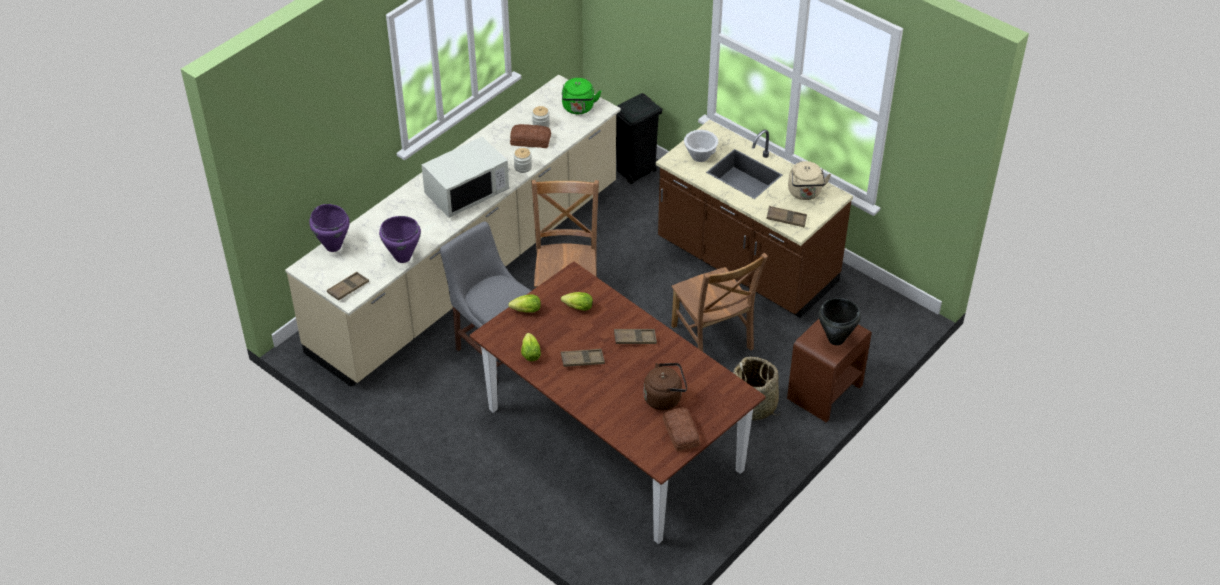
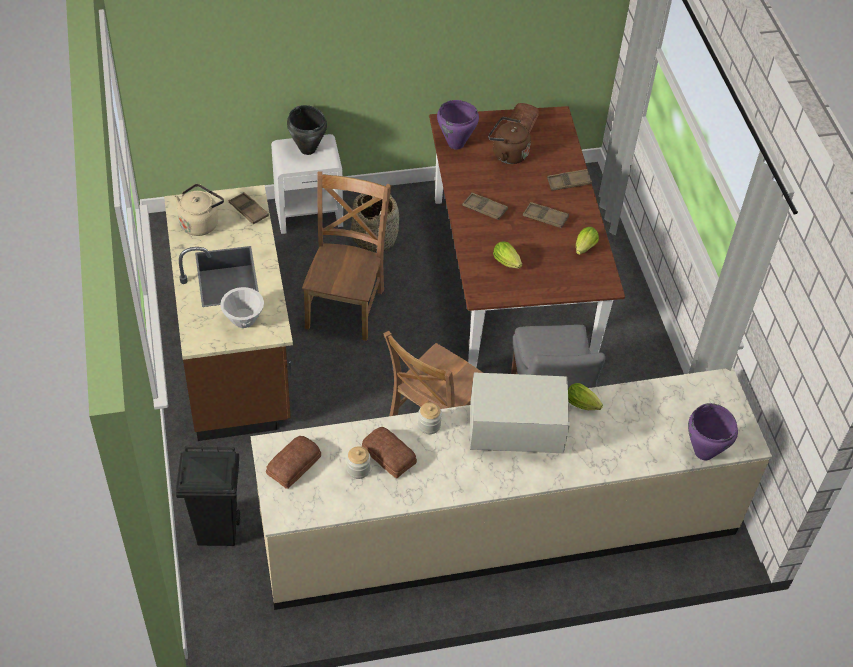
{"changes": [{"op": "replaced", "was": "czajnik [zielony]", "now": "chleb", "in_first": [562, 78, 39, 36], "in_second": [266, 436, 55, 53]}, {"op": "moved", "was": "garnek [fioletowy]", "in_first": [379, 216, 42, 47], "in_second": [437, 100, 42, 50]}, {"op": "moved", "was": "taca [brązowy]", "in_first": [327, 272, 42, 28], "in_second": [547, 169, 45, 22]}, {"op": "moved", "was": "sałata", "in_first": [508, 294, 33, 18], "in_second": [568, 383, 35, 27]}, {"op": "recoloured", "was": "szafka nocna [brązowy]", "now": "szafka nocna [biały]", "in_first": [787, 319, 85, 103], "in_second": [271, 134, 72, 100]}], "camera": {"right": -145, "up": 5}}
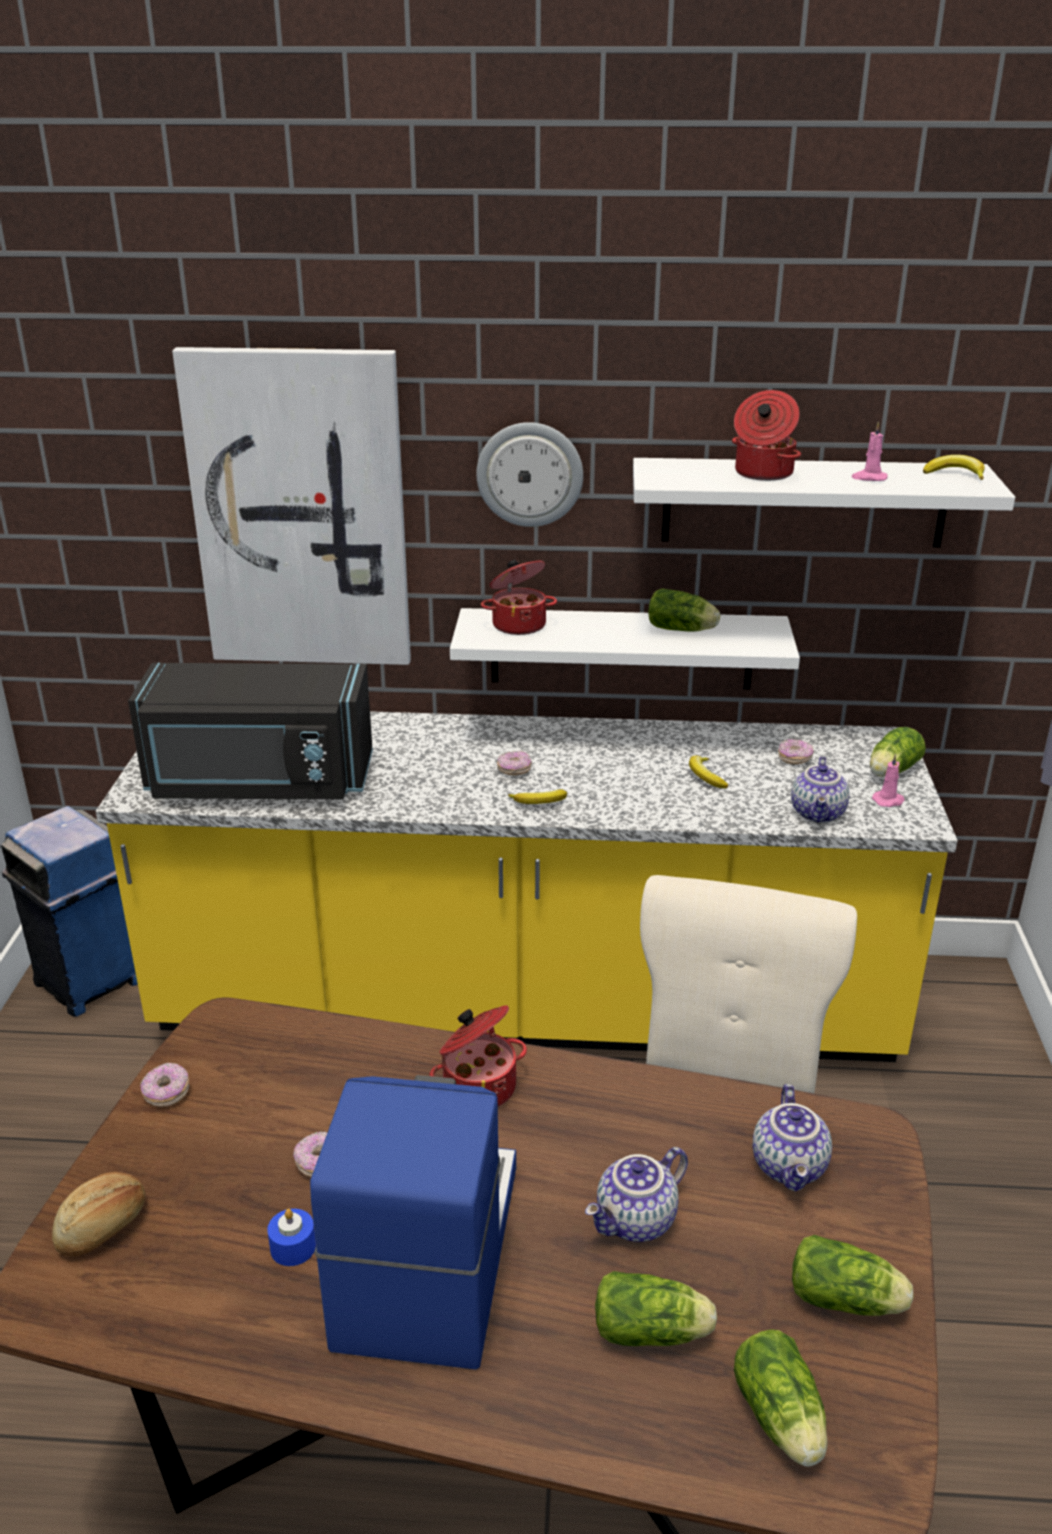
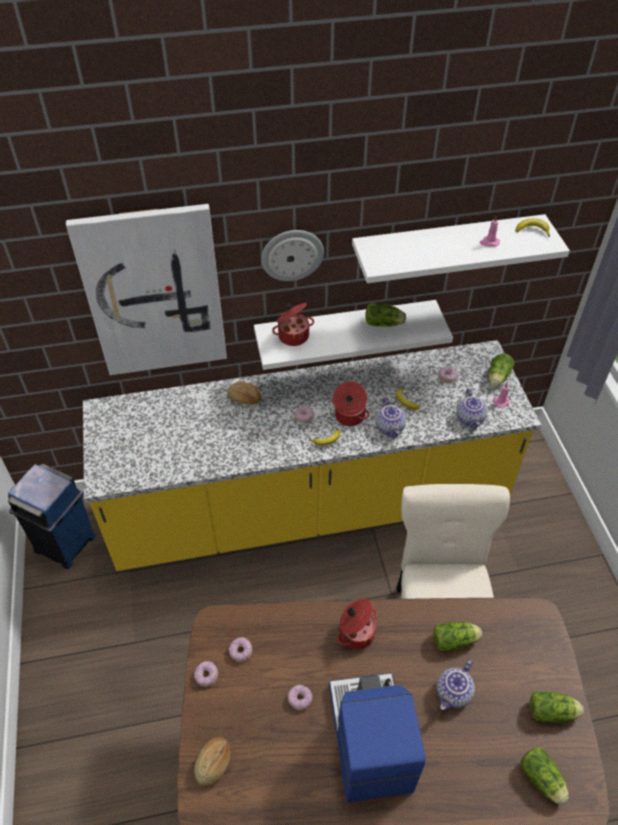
{"changes": [{"op": "moved", "was": "garnek", "in_first": [732, 390, 69, 91], "in_second": [331, 381, 39, 45]}, {"op": "removed", "was": "mikrofalówka [czarny]", "in_first": [128, 663, 245, 136]}, {"op": "moved", "was": "imbryk", "in_first": [753, 1084, 79, 107], "in_second": [376, 397, 30, 41]}, {"op": "removed", "was": "świeca [niebieski]", "in_first": [267, 1209, 49, 57]}, {"op": "moved", "was": "sałata", "in_first": [595, 1271, 122, 75], "in_second": [433, 622, 49, 29]}, {"op": "added", "now": "chleb", "in_second": [227, 382, 34, 23]}, {"op": "added", "now": "donut", "in_second": [229, 637, 23, 25]}], "camera": {"right": -15, "up": 20}}
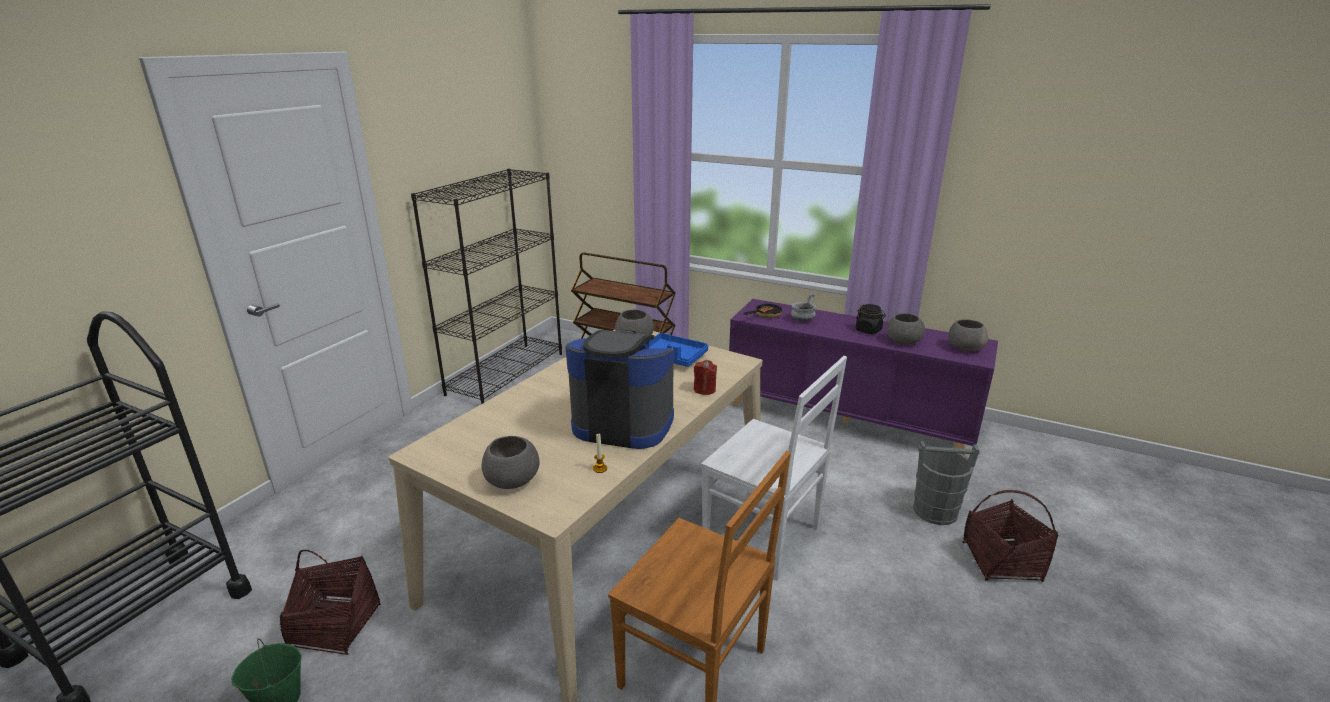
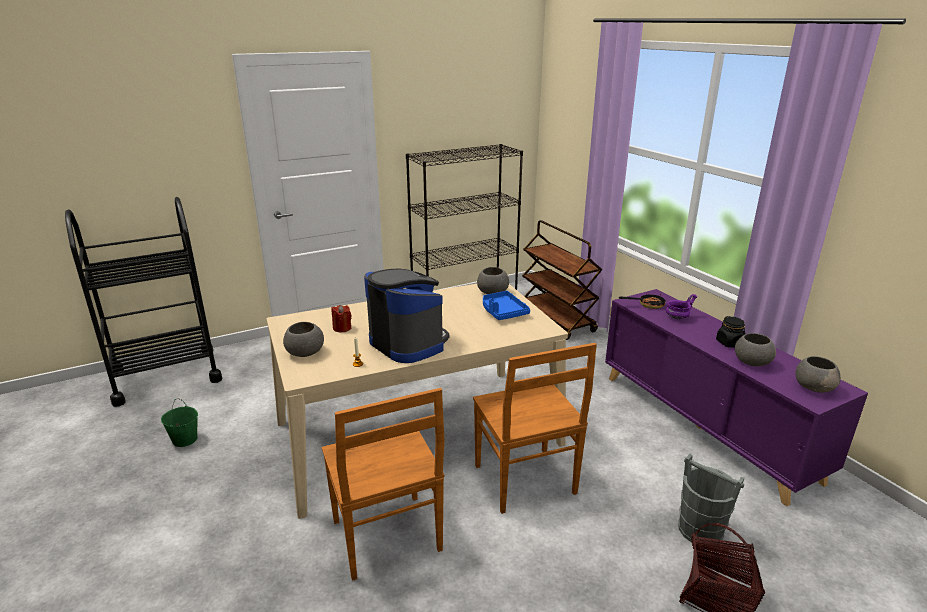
{"changes": [{"op": "recoloured", "was": "miska [szary]", "now": "miska [fioletowy]", "in_first": [791, 293, 25, 29], "in_second": [666, 294, 31, 25]}, {"op": "recoloured", "was": "krzesło [biały]", "now": "krzesło [brązowy]", "in_first": [701, 356, 146, 225], "in_second": [473, 343, 124, 171]}, {"op": "moved", "was": "świeca [czerwony]", "in_first": [694, 360, 23, 35], "in_second": [331, 305, 20, 27]}, {"op": "removed", "was": "koszyk", "in_first": [280, 550, 101, 105]}], "camera": {"right": 35, "up": 0}}
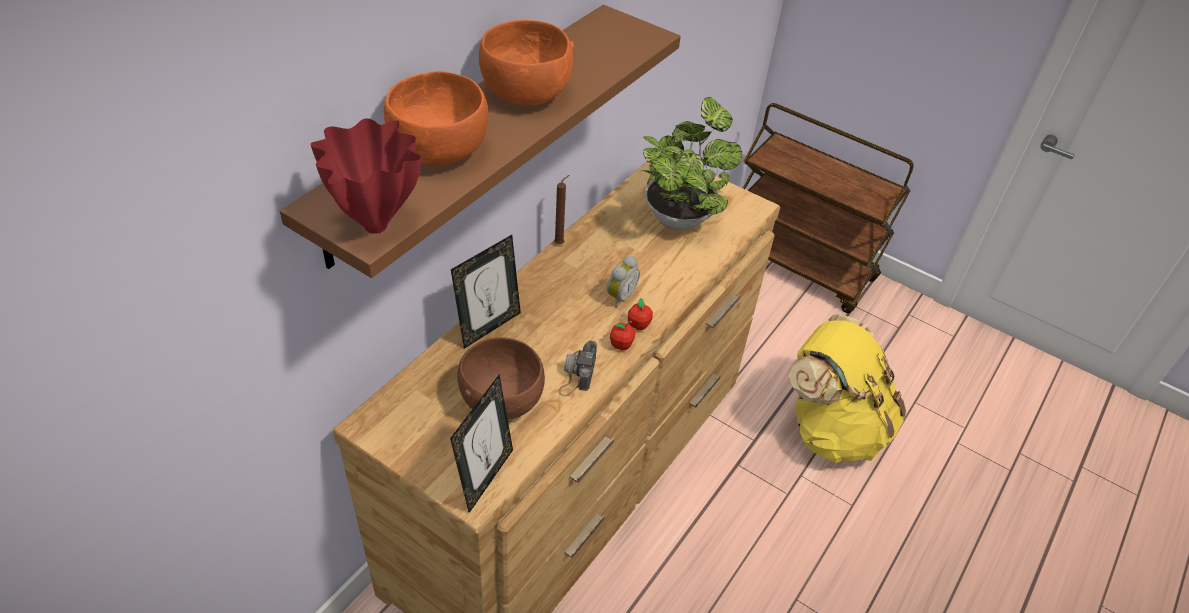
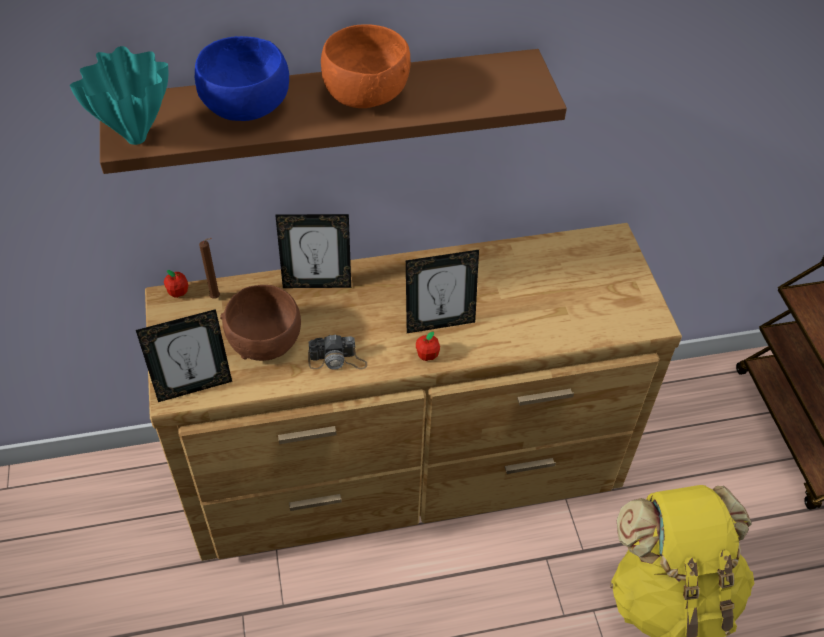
{"changes": [{"op": "recoloured", "was": "miska [pomarańczowy]", "now": "miska [niebieski]", "in_first": [384, 71, 104, 95], "in_second": [195, 36, 94, 85]}, {"op": "removed", "was": "roślina doniczkowa", "in_first": [641, 97, 101, 134]}, {"op": "recoloured", "was": "wazon [czerwony]", "now": "wazon [turkusowy]", "in_first": [310, 118, 111, 116], "in_second": [70, 46, 98, 99]}, {"op": "moved", "was": "świeca [brązowy]", "in_first": [554, 175, 15, 69], "in_second": [199, 238, 21, 60]}, {"op": "replaced", "was": "budzik", "now": "ramka na zdjęcie", "in_first": [607, 256, 33, 52], "in_second": [406, 250, 73, 83]}, {"op": "moved", "was": "jabłko", "in_first": [610, 321, 25, 29], "in_second": [164, 270, 24, 28]}, {"op": "turned", "was": "aparat fotograficzny", "in_first": [558, 340, 39, 56], "in_second": [308, 334, 59, 36], "clockwise": -150}], "camera": {"right": 45, "up": 5}}
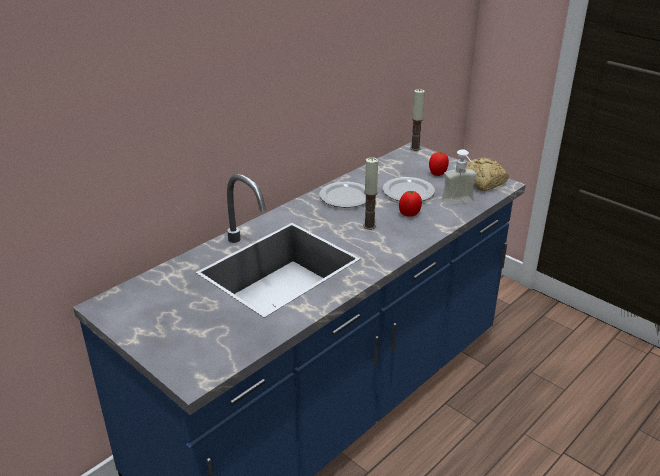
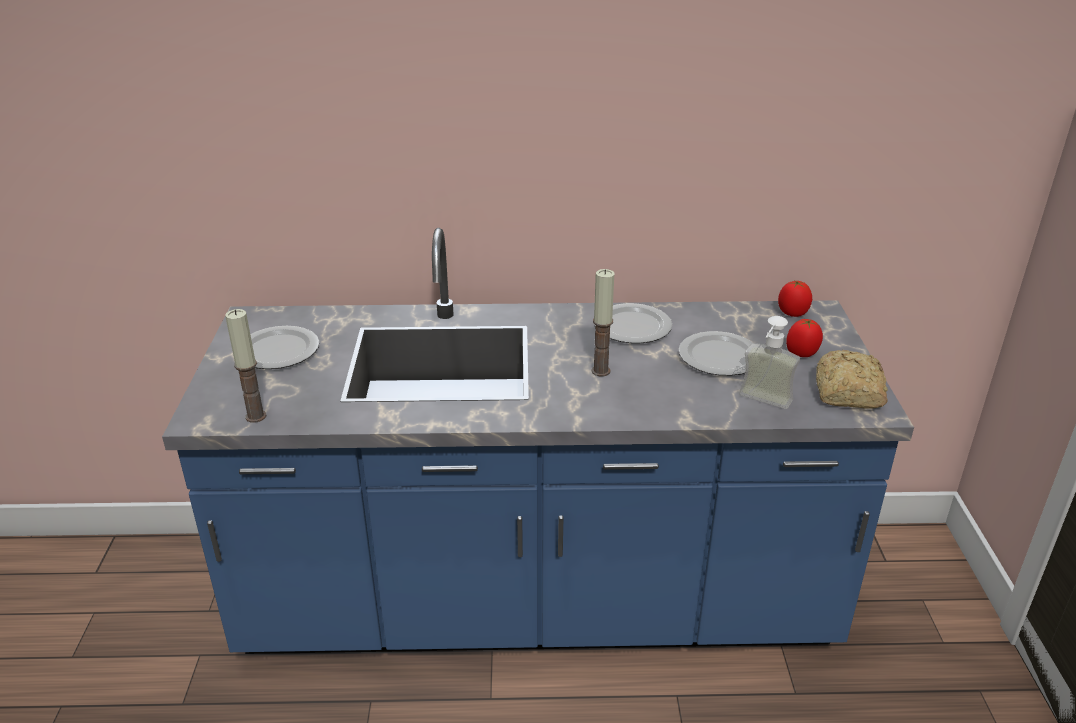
{"changes": [{"op": "moved", "was": "świeca", "in_first": [410, 89, 15, 62], "in_second": [225, 309, 42, 114]}, {"op": "moved", "was": "pomidor", "in_first": [399, 191, 23, 26], "in_second": [778, 281, 34, 36]}, {"op": "added", "now": "talerz", "in_second": [250, 326, 69, 43]}], "camera": {"right": 45, "up": 0}}
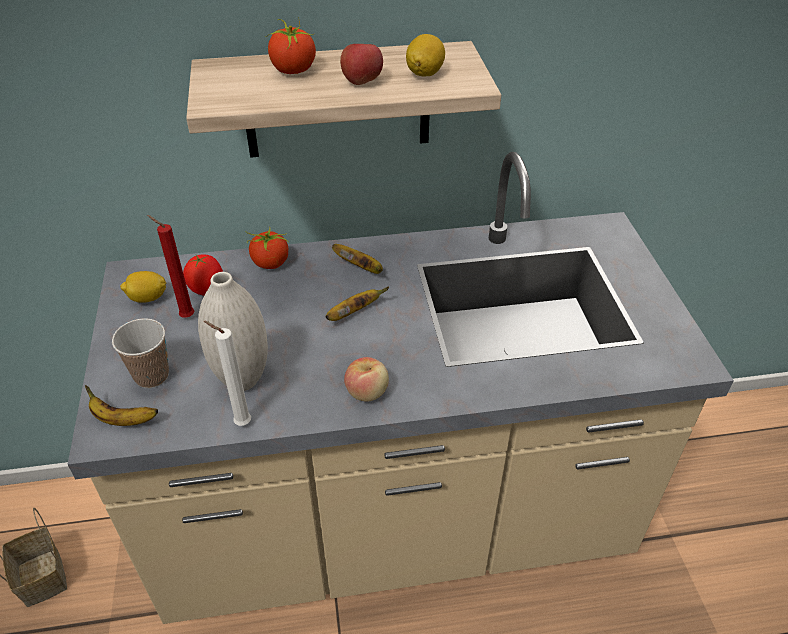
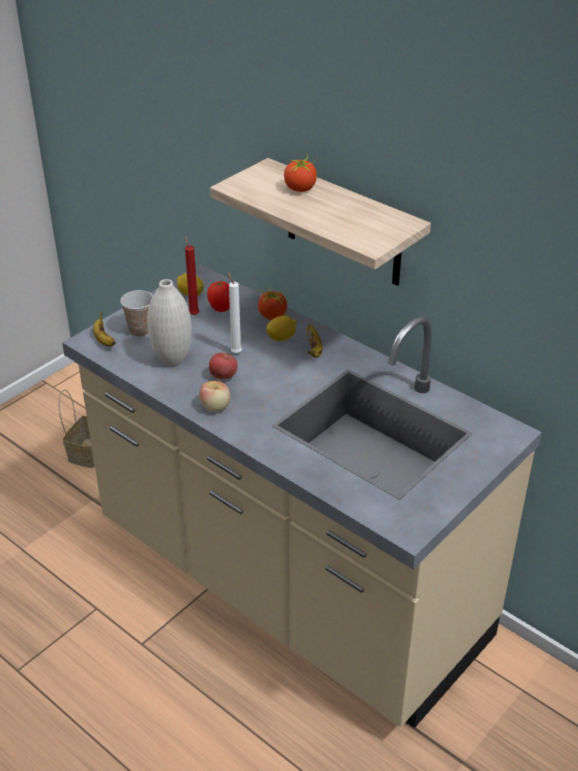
{"changes": [{"op": "moved", "was": "cytryna", "in_first": [406, 34, 39, 42], "in_second": [266, 316, 31, 25]}, {"op": "moved", "was": "jabłko", "in_first": [340, 44, 43, 41], "in_second": [209, 353, 29, 26]}, {"op": "removed", "was": "banan", "in_first": [325, 287, 64, 34]}, {"op": "moved", "was": "świeca [biały]", "in_first": [204, 321, 47, 105], "in_second": [228, 272, 14, 81]}], "camera": {"right": 50, "up": -5}}
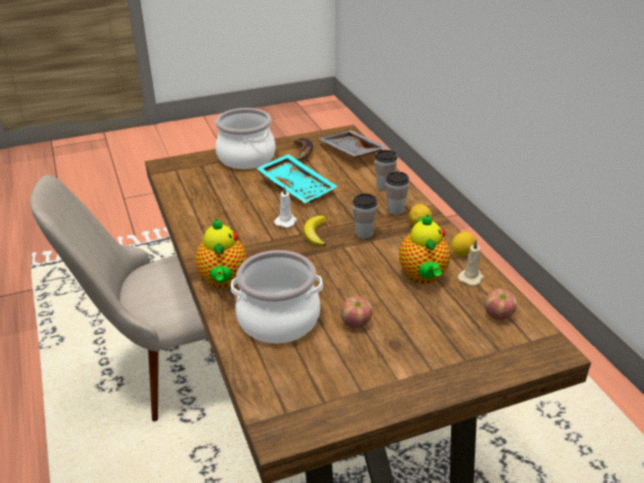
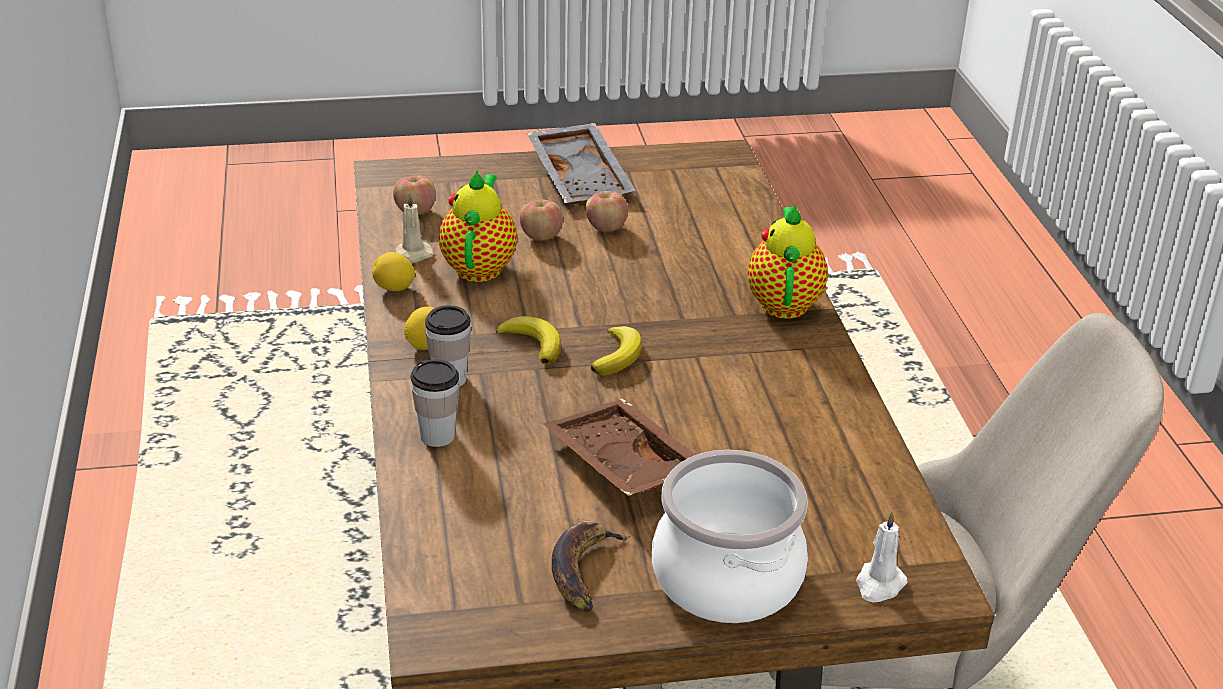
{"changes": [{"op": "moved", "was": "taca [szary]", "in_first": [318, 130, 70, 28], "in_second": [527, 123, 109, 83]}, {"op": "recoloured", "was": "taca [turkusowy]", "now": "taca [brązowy]", "in_first": [256, 154, 82, 49], "in_second": [543, 399, 154, 97]}, {"op": "moved", "was": "świeca [biały]", "in_first": [274, 186, 23, 42], "in_second": [856, 511, 52, 91]}, {"op": "replaced", "was": "filiżanka", "now": "banan", "in_first": [353, 193, 24, 46], "in_second": [496, 316, 65, 48]}, {"op": "removed", "was": "garnek", "in_first": [231, 250, 92, 93]}, {"op": "added", "now": "jabłko", "in_second": [520, 200, 43, 41]}], "camera": {"right": -170, "up": 0}}
